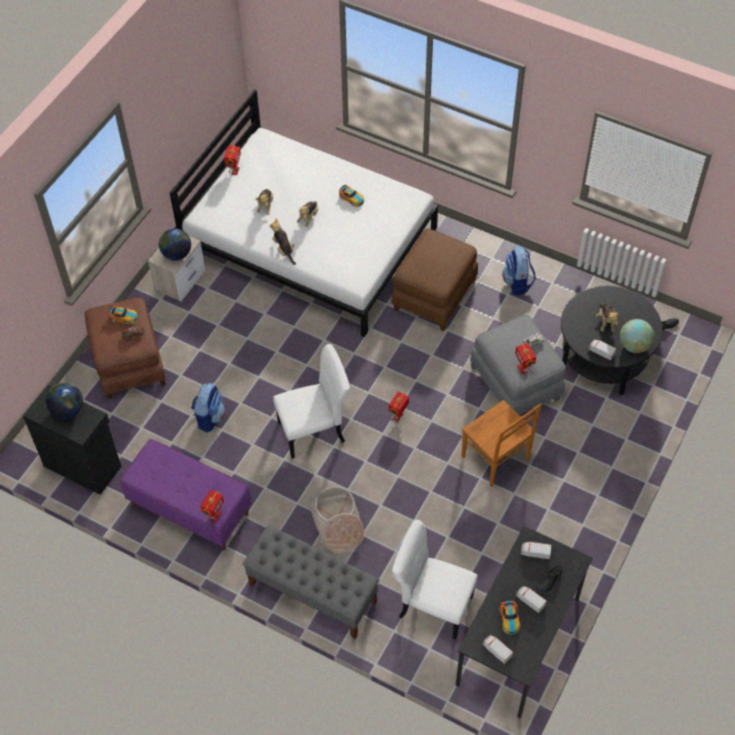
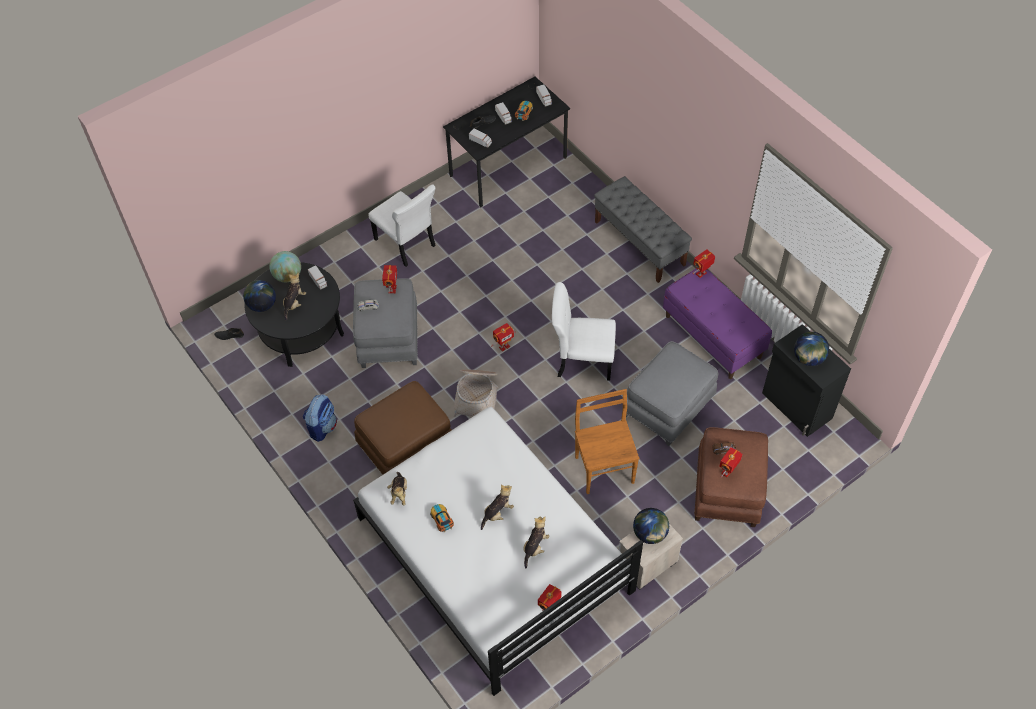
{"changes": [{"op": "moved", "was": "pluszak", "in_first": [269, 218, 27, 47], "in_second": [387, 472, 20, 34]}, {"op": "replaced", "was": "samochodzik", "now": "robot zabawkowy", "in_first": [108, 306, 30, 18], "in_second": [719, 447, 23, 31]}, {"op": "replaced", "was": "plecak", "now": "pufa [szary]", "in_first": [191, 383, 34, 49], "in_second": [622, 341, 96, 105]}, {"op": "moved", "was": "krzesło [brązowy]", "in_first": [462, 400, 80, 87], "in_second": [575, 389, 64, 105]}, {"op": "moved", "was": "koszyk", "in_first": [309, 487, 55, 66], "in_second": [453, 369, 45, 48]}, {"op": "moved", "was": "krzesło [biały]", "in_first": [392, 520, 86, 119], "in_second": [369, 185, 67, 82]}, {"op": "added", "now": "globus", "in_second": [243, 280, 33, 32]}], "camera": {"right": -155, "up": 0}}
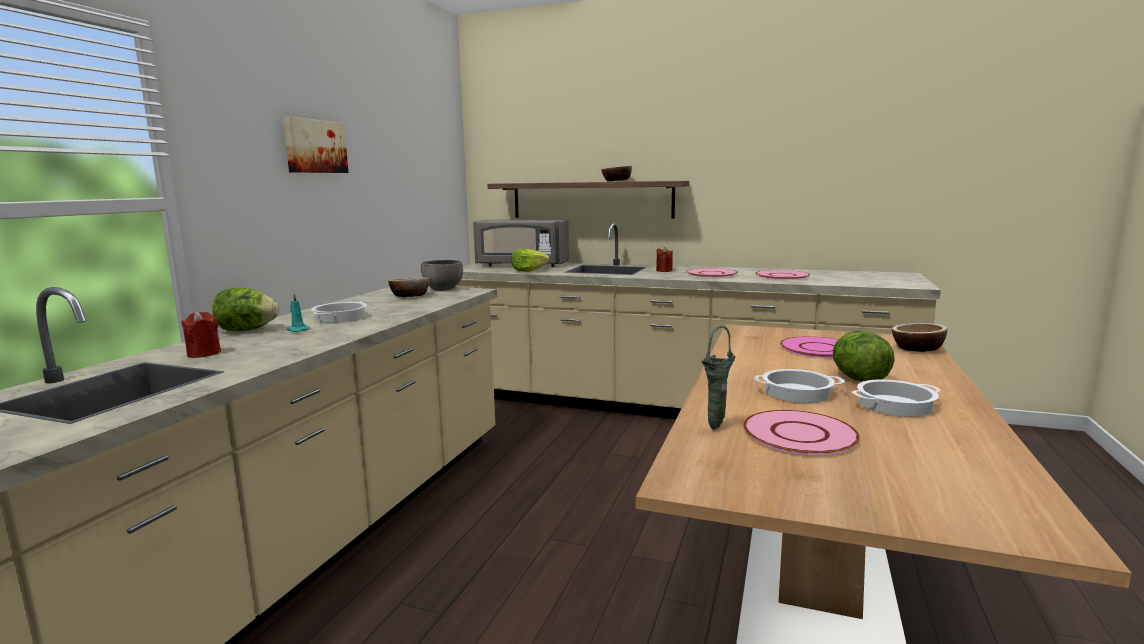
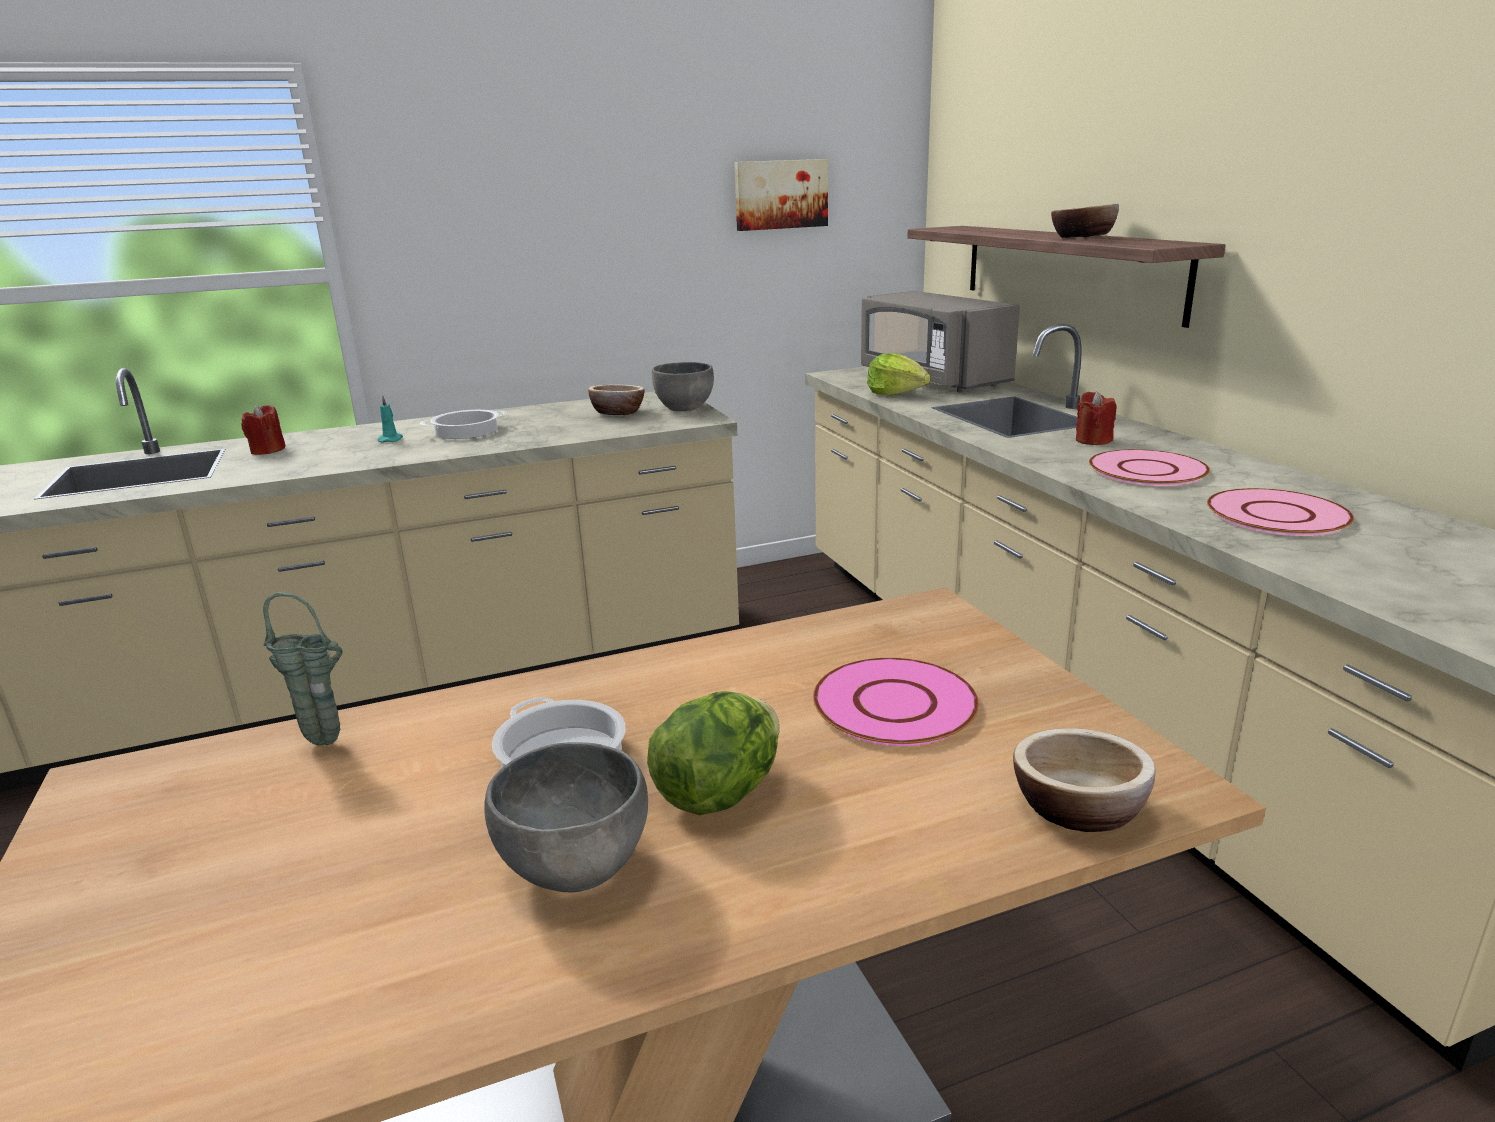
{"changes": [{"op": "moved", "was": "obraz", "in_first": [283, 117, 66, 56], "in_second": [734, 159, 94, 72]}, {"op": "removed", "was": "sałata", "in_first": [212, 288, 67, 44]}, {"op": "replaced", "was": "garnek", "now": "miska [szary]", "in_first": [851, 379, 90, 38], "in_second": [484, 742, 164, 150]}, {"op": "removed", "was": "talerz [różowy]", "in_first": [743, 410, 117, 46]}], "camera": {"right": 50, "up": 10}}
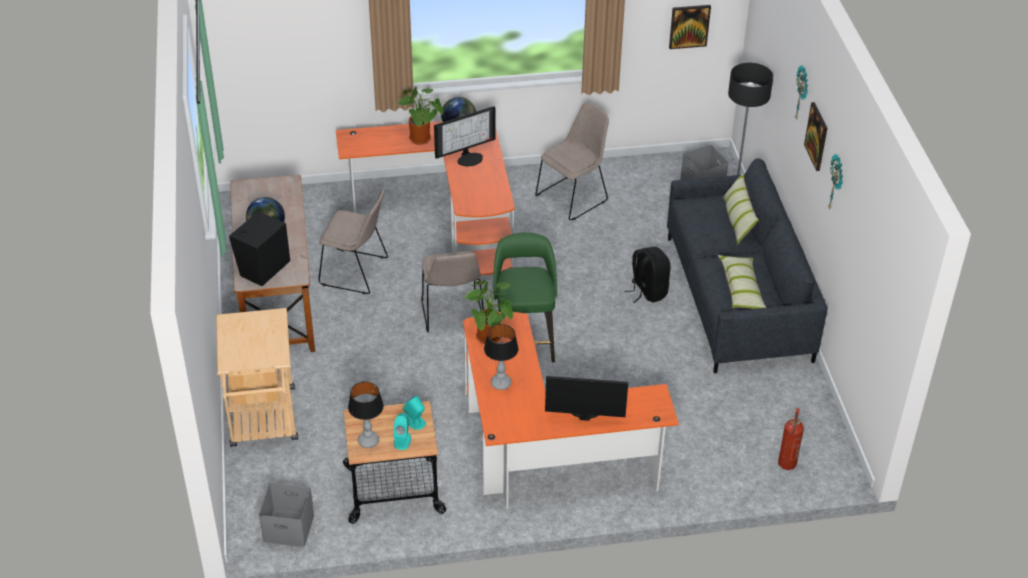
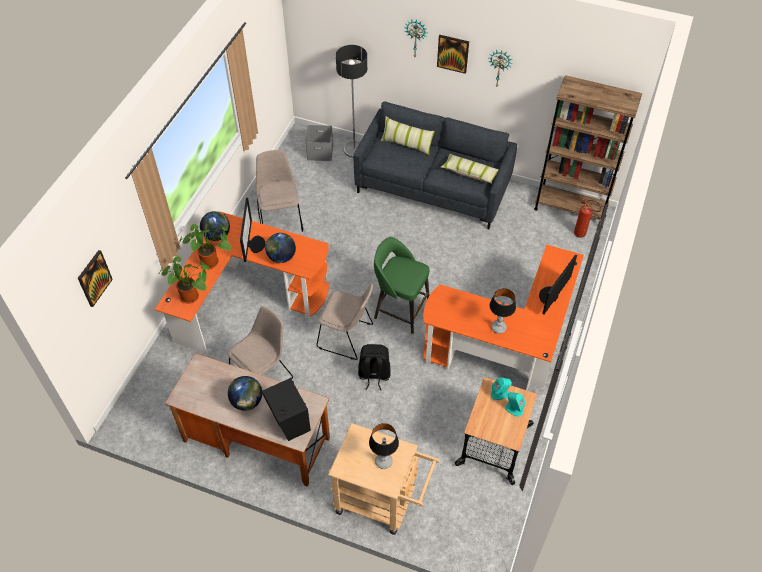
{"changes": [{"op": "moved", "was": "obraz", "in_first": [669, 5, 42, 44], "in_second": [78, 250, 35, 57]}, {"op": "moved", "was": "plecak [czarny]", "in_first": [625, 247, 45, 56], "in_second": [358, 344, 33, 46]}, {"op": "moved", "was": "roślina doniczkowa", "in_first": [464, 280, 49, 64], "in_second": [159, 256, 50, 48]}, {"op": "moved", "was": "lampa stołowa", "in_first": [348, 382, 36, 66], "in_second": [369, 423, 30, 46]}, {"op": "removed", "was": "pojemnik do przechowywania [szary]", "in_first": [259, 482, 55, 65]}, {"op": "added", "now": "regał [brązowy]", "in_second": [534, 75, 108, 145]}, {"op": "added", "now": "globus", "in_second": [265, 233, 31, 30]}], "camera": {"right": -60, "up": 10}}
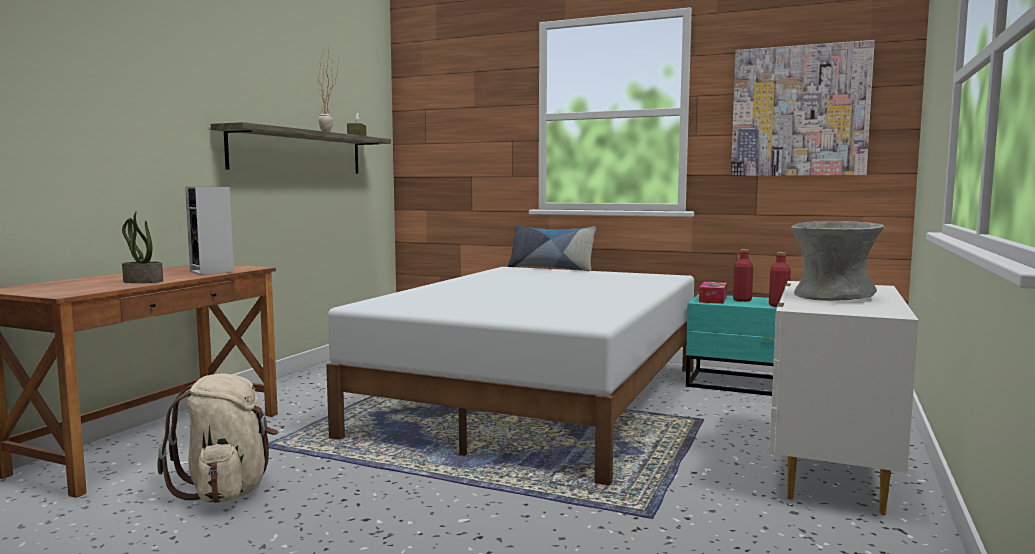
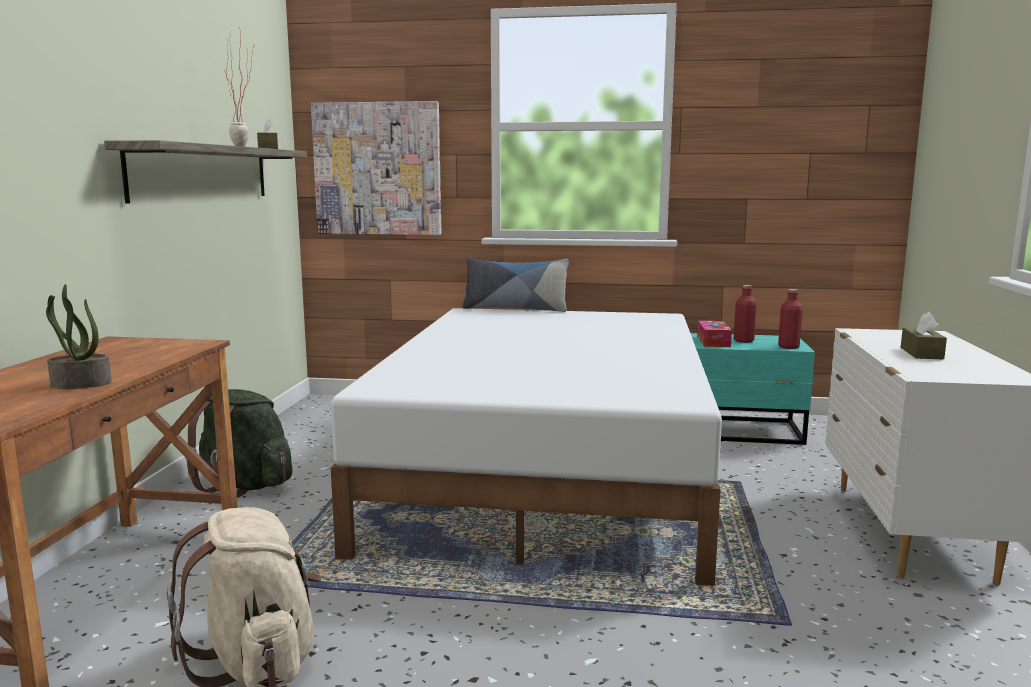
{"changes": [{"op": "moved", "was": "obraz", "in_first": [731, 40, 144, 136], "in_second": [311, 101, 130, 134]}, {"op": "removed", "was": "głośnik", "in_first": [185, 187, 49, 88]}, {"op": "replaced", "was": "wazon [szary]", "now": "pudełko chusteczek [brązowy]", "in_first": [791, 221, 93, 80], "in_second": [901, 312, 46, 48]}, {"op": "added", "now": "plecak [zielony]", "in_second": [185, 389, 107, 109]}], "camera": {"right": -15, "up": 5}}
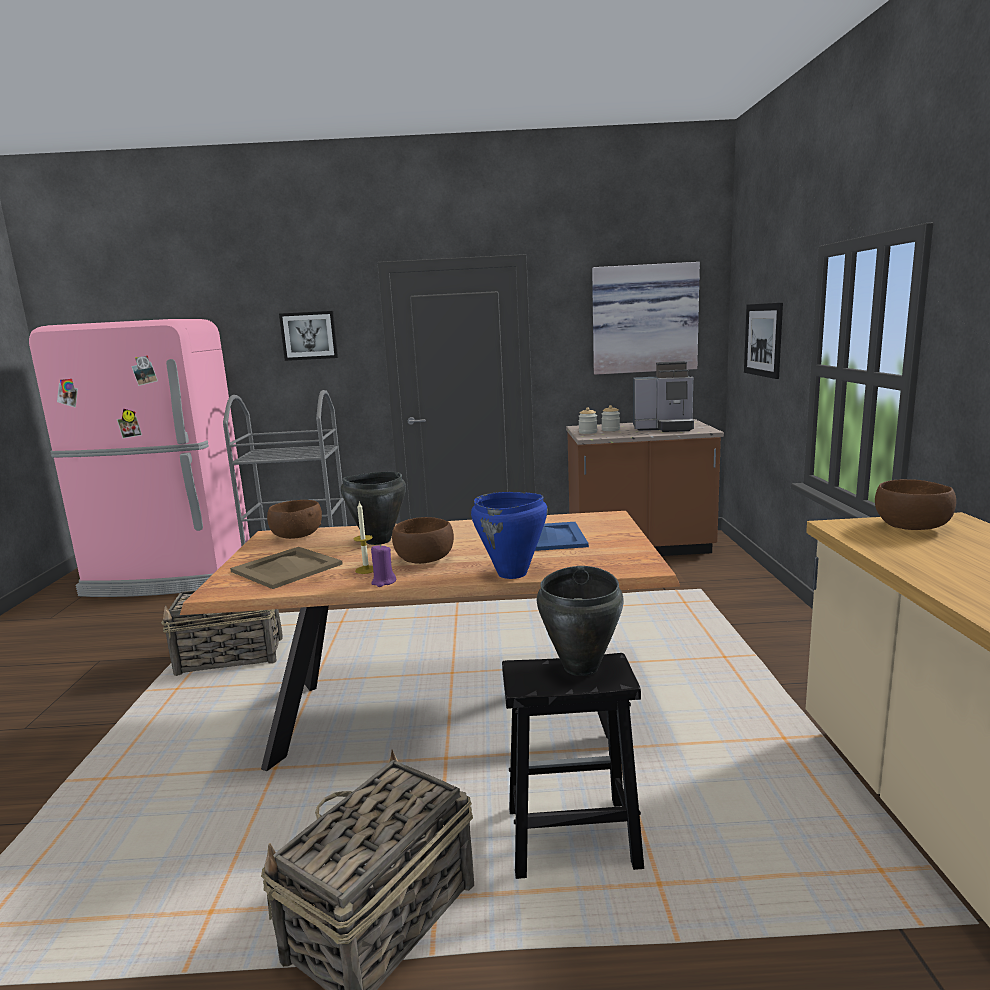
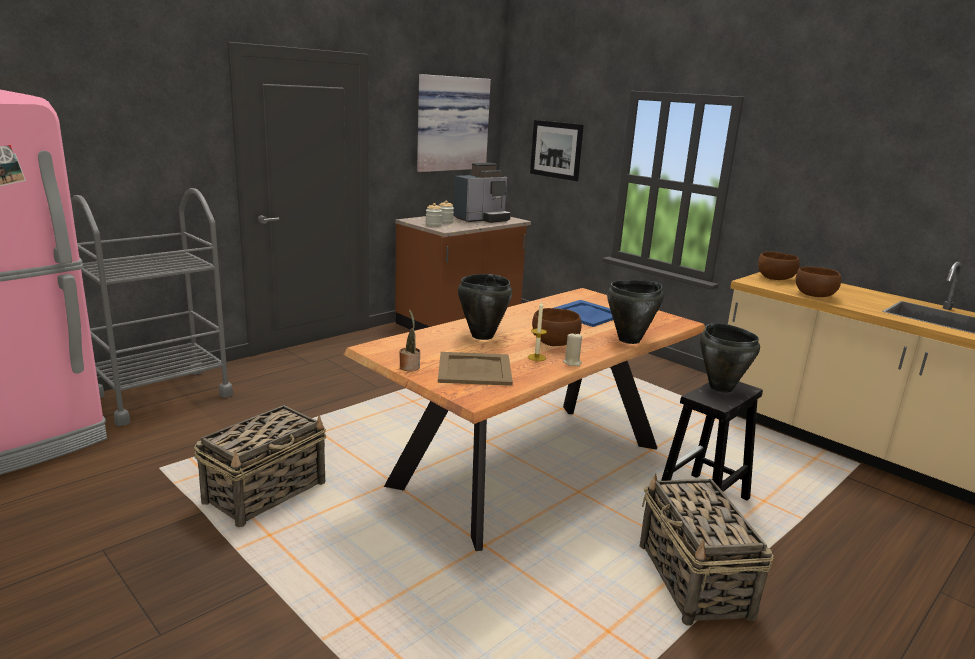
{"changes": [{"op": "removed", "was": "obraz", "in_first": [279, 311, 59, 50]}, {"op": "recoloured", "was": "garnek [niebieski]", "now": "garnek [czarny]", "in_first": [471, 492, 77, 87], "in_second": [607, 280, 57, 64]}, {"op": "moved", "was": "miska [brązowy]", "in_first": [267, 500, 55, 39], "in_second": [796, 267, 45, 30]}, {"op": "recoloured", "was": "świeca [fioletowy]", "now": "świeca [beżowy]", "in_first": [371, 544, 25, 43], "in_second": [563, 332, 19, 34]}, {"op": "added", "now": "roślina doniczkowa", "in_second": [399, 309, 21, 62]}], "camera": {"right": -45, "up": 5}}
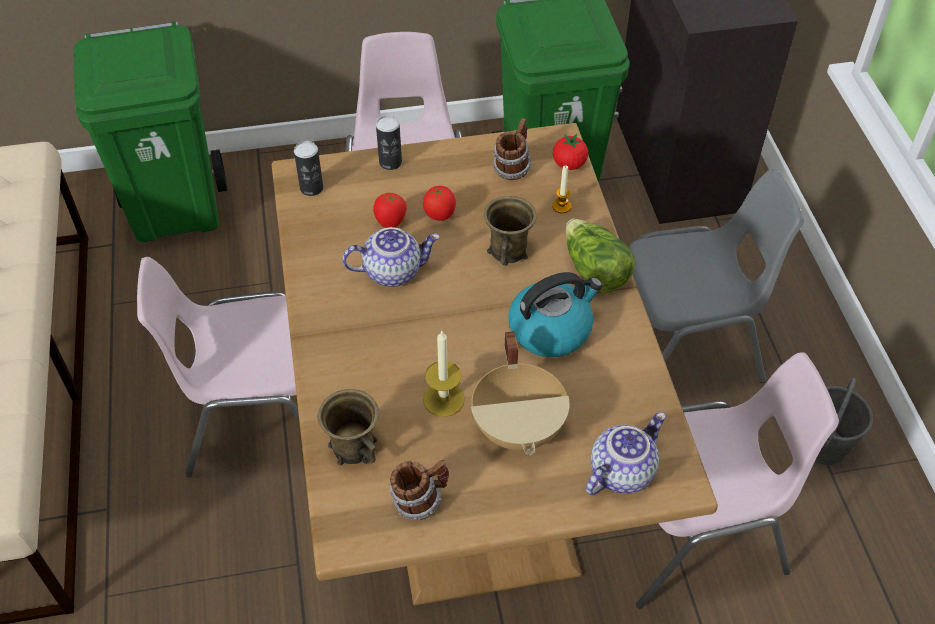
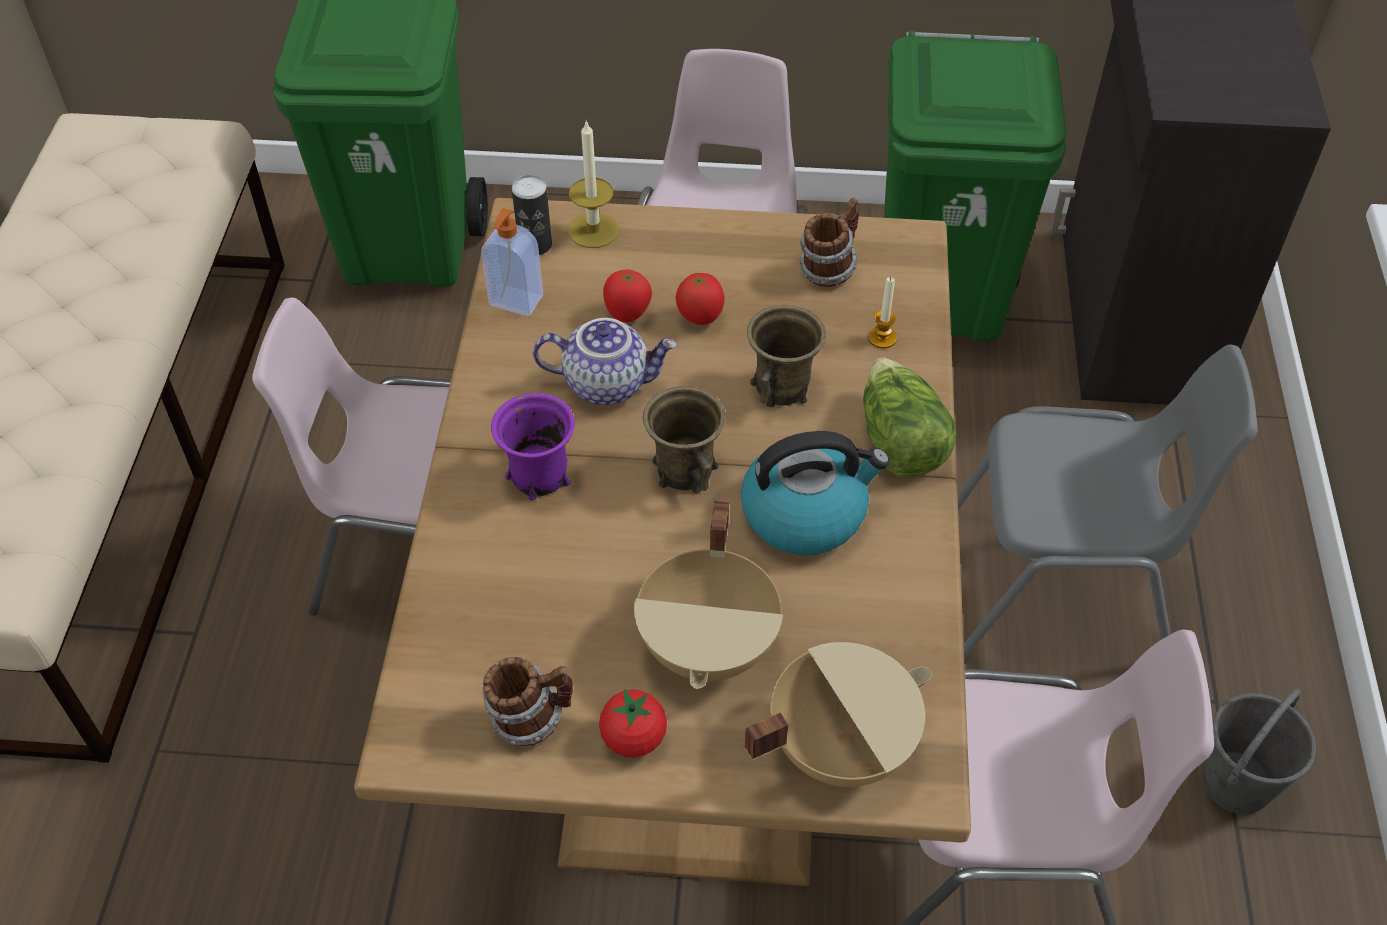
{"changes": [{"op": "removed", "was": "puszka", "in_first": [376, 115, 26, 55]}, {"op": "moved", "was": "pomidor", "in_first": [553, 134, 35, 36], "in_second": [599, 689, 68, 69]}, {"op": "moved", "was": "świeca", "in_first": [423, 330, 42, 87], "in_second": [568, 120, 51, 128]}, {"op": "moved", "was": "kubek [brązowy]", "in_first": [318, 389, 61, 76], "in_second": [643, 386, 83, 107]}, {"op": "replaced", "was": "imbryk", "now": "garnek [beżowy]", "in_first": [586, 412, 80, 83], "in_second": [745, 642, 187, 145]}, {"op": "added", "now": "dozownik mydła", "in_second": [481, 208, 62, 108]}, {"op": "added", "now": "kubek [fioletowy]", "in_second": [491, 393, 84, 108]}], "camera": {"right": 15, "up": 0}}
